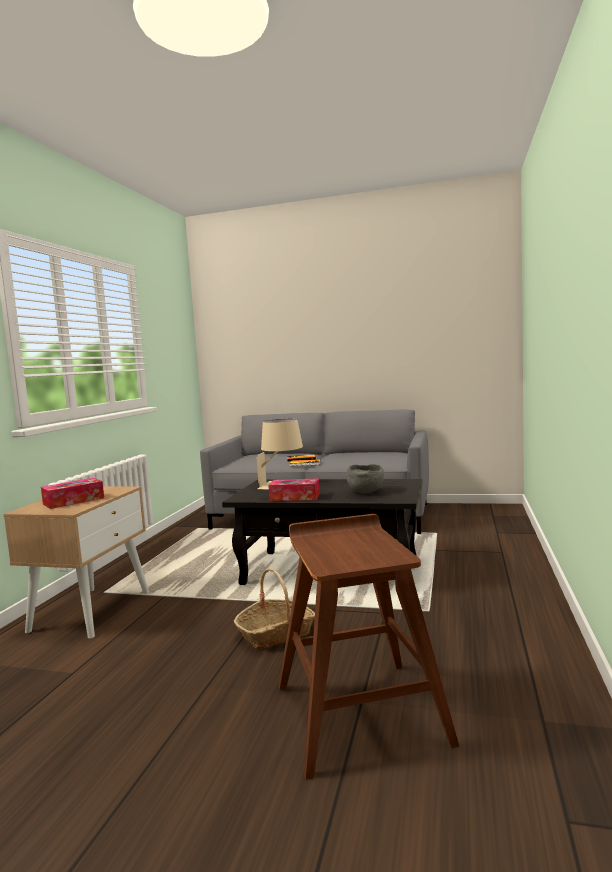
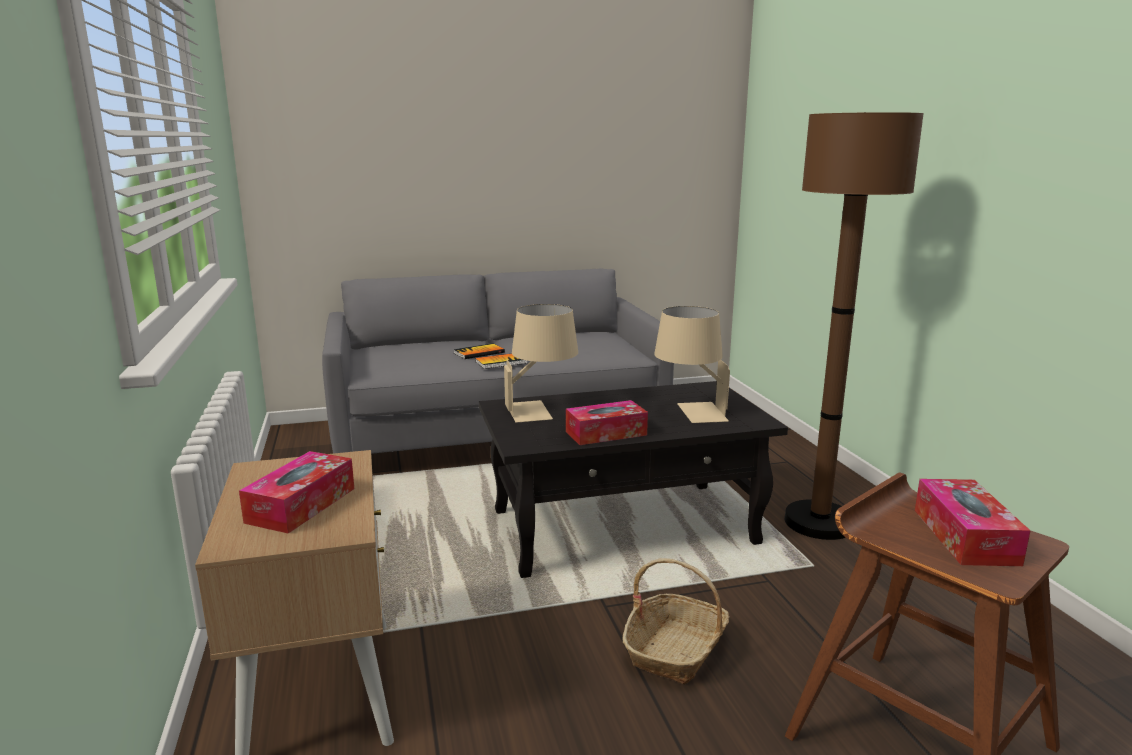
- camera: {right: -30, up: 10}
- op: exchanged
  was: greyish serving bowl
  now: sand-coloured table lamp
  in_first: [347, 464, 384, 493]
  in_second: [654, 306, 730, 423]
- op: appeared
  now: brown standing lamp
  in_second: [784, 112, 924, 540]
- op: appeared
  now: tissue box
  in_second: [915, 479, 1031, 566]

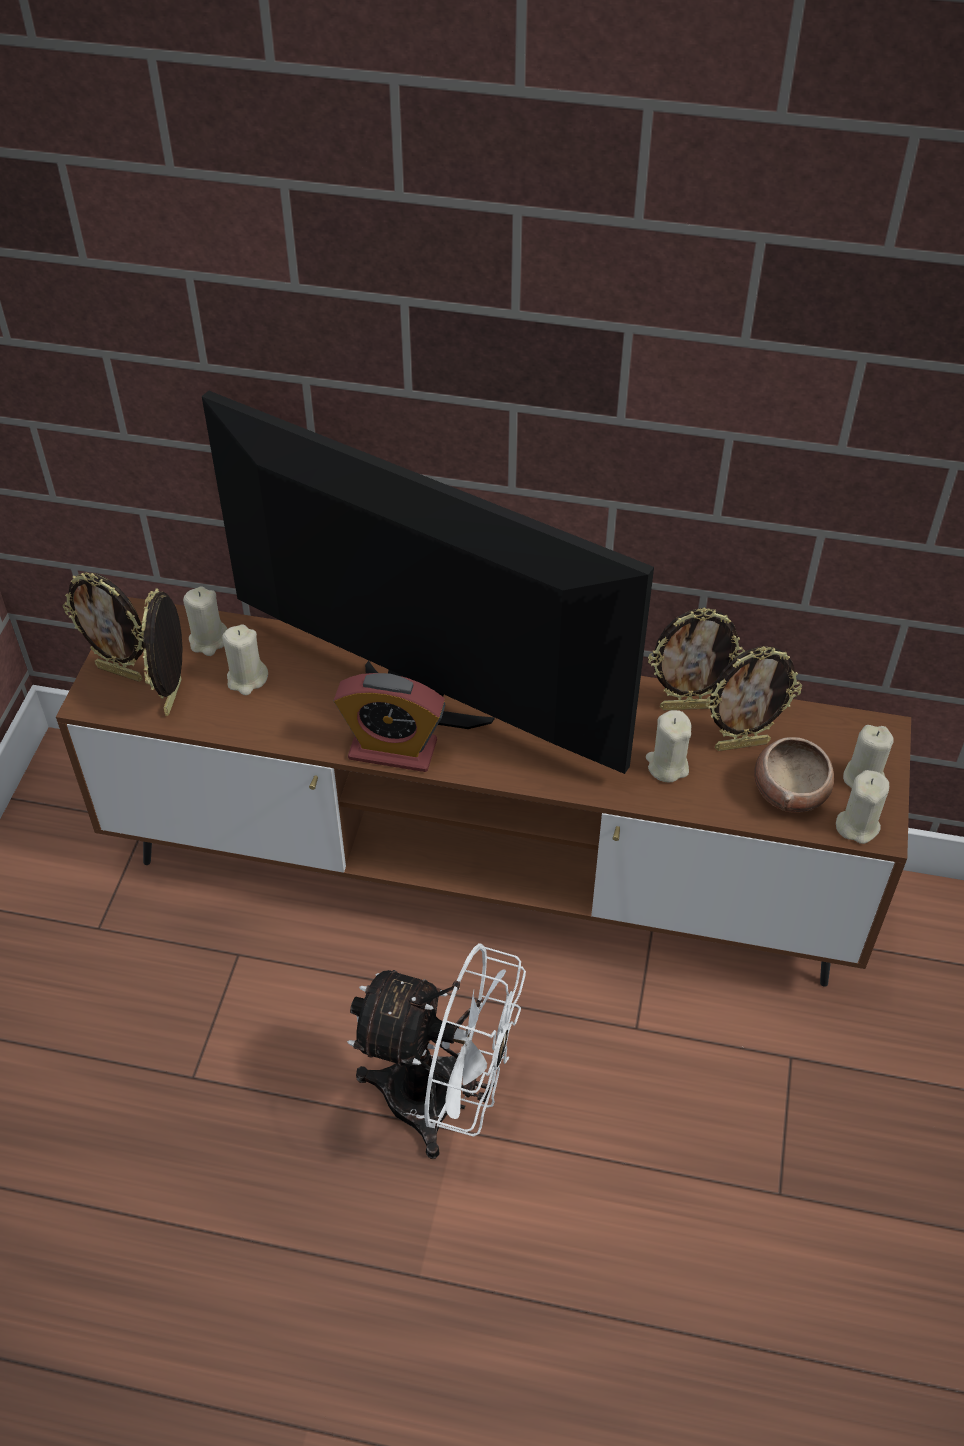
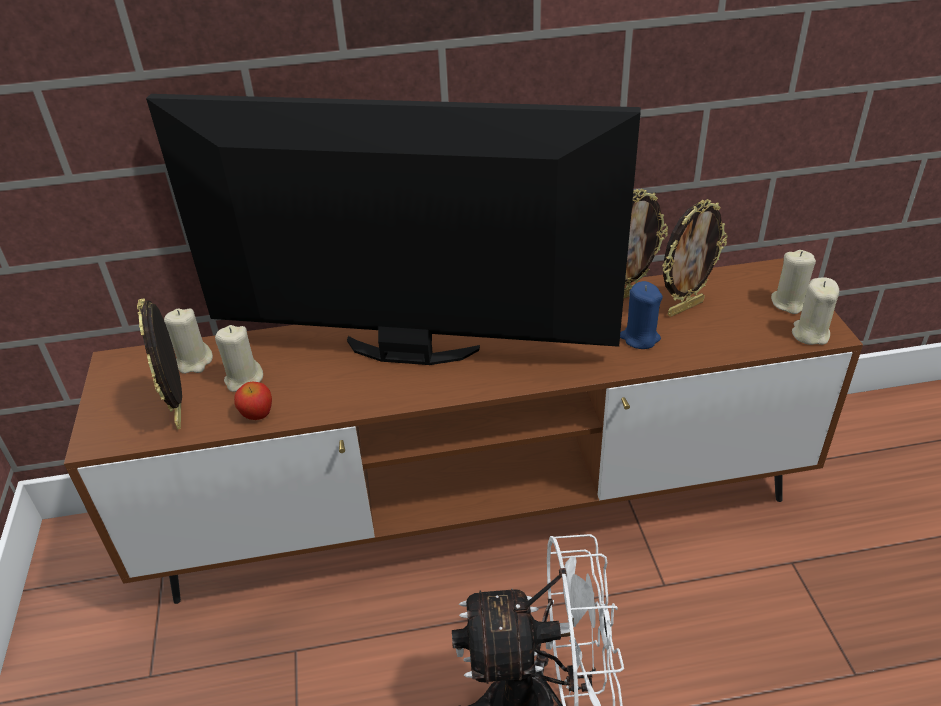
- camera: {right: -20, up: -10}
- op: missing
  was: photo frame
  in_first: [63, 572, 144, 682]
- op: missing
  was: alarm clock
  in_first: [334, 673, 445, 772]
- op: colour
  was: sand-coloured wax light
  now: blue wax light
  in_first: [646, 710, 691, 782]
  in_second: [620, 281, 663, 349]
- op: missing
  was: serving bowl
  in_first: [754, 737, 834, 813]
- op: appeared
  now: apple fruit
  in_second: [234, 382, 272, 420]

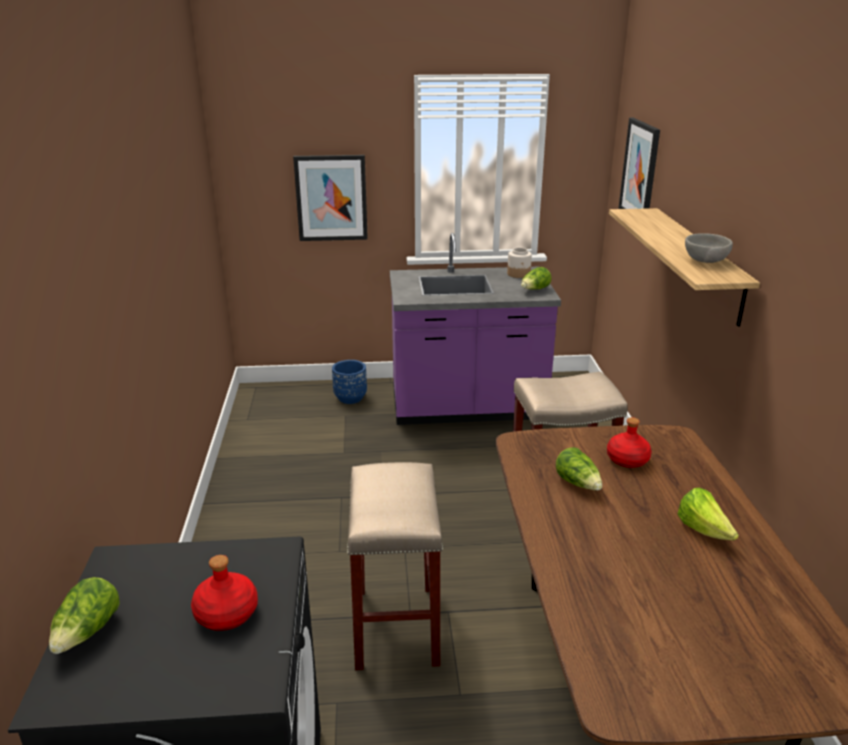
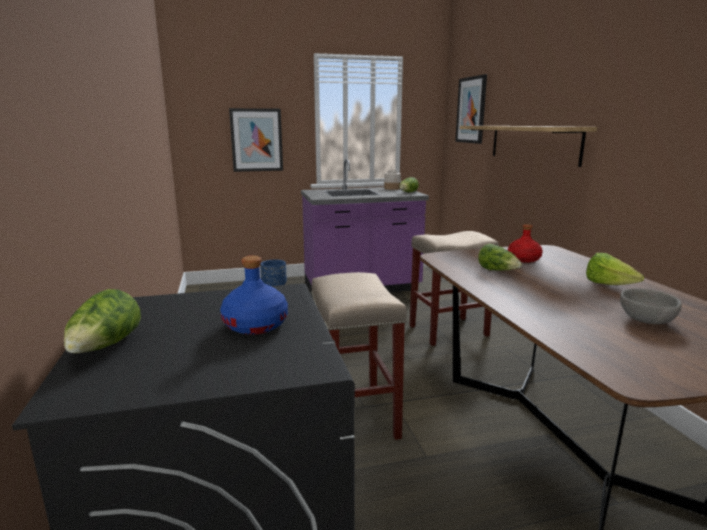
- camera: {right: -10, up: -10}
- op: relocated
  was: greyish serving bowl
  in_first: [685, 233, 733, 263]
  in_second: [620, 288, 682, 324]
- op: colour
  was: red-coloured drink bottle
  now: blue drink bottle
  in_first: [191, 555, 258, 631]
  in_second: [220, 256, 288, 335]

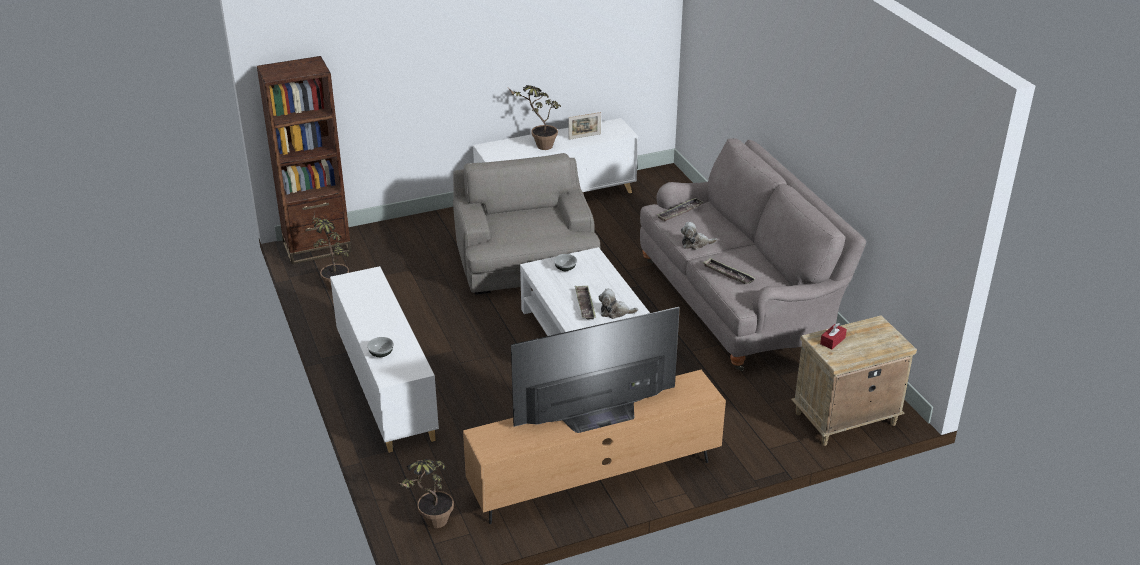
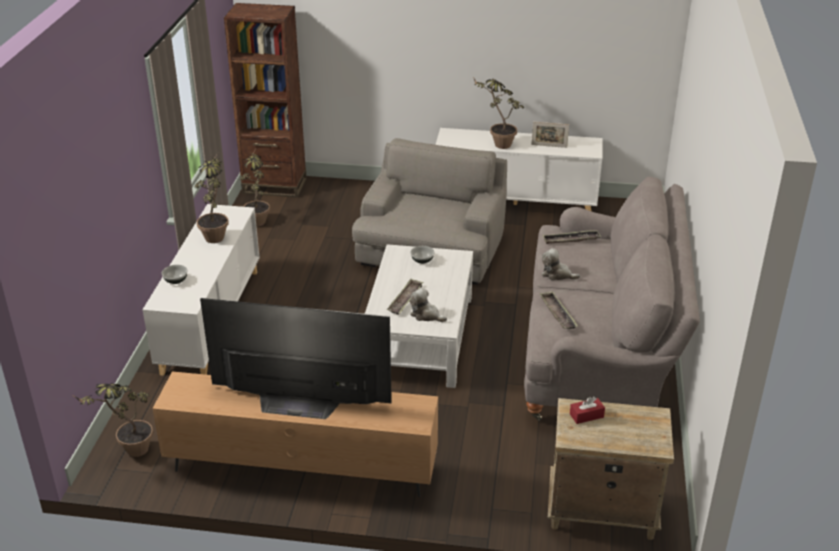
- camera: {right: 30, up: 0}
- op: appeared
  now: houseplant
  in_second: [195, 153, 229, 243]

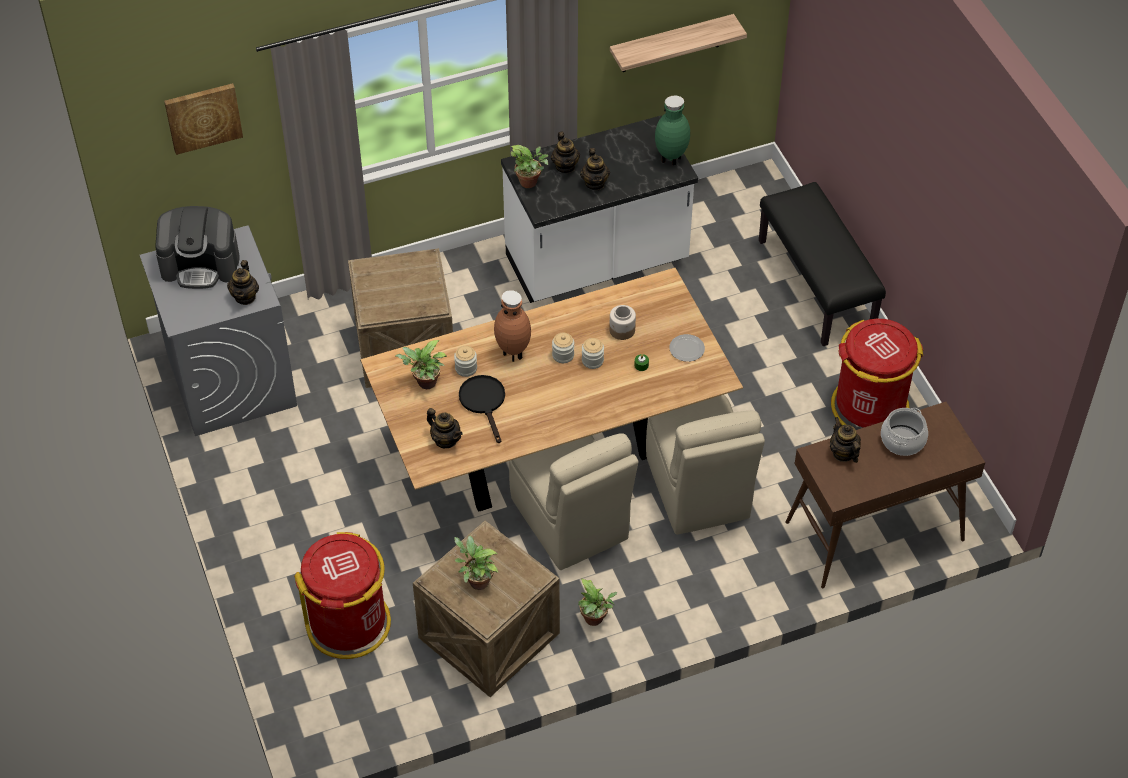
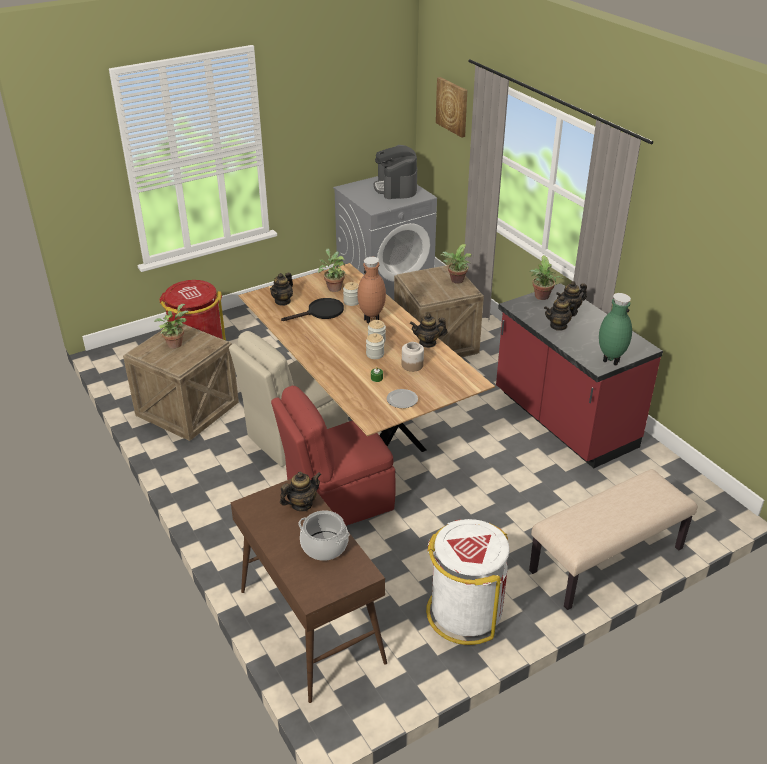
- camera: {right: 80, up: -15}
- op: missing
  was: shelf
  in_first: [610, 14, 747, 72]
- op: colour
  was: white counter
  now: red-coloured counter
  in_first: [501, 116, 698, 303]
  in_second: [496, 283, 663, 468]
- op: colour
  was: blackish bench
  now: sand-coloured bench
  in_first: [759, 182, 886, 346]
  in_second: [529, 469, 697, 610]
- op: relocated
  was: tea pot
  in_first: [227, 260, 259, 305]
  in_second: [410, 313, 447, 348]
- op: colour
  was: red-coloured trash can
  now: white trash can
  in_first: [831, 319, 923, 428]
  in_second: [426, 519, 510, 645]
- op: colour
  was: sand-coloured plain chair
  now: red-coloured plain chair
  in_first: [646, 395, 765, 535]
  in_second: [271, 385, 396, 526]
- op: relocated
  was: houseplant
  in_first: [578, 579, 617, 626]
  in_second: [440, 244, 472, 284]

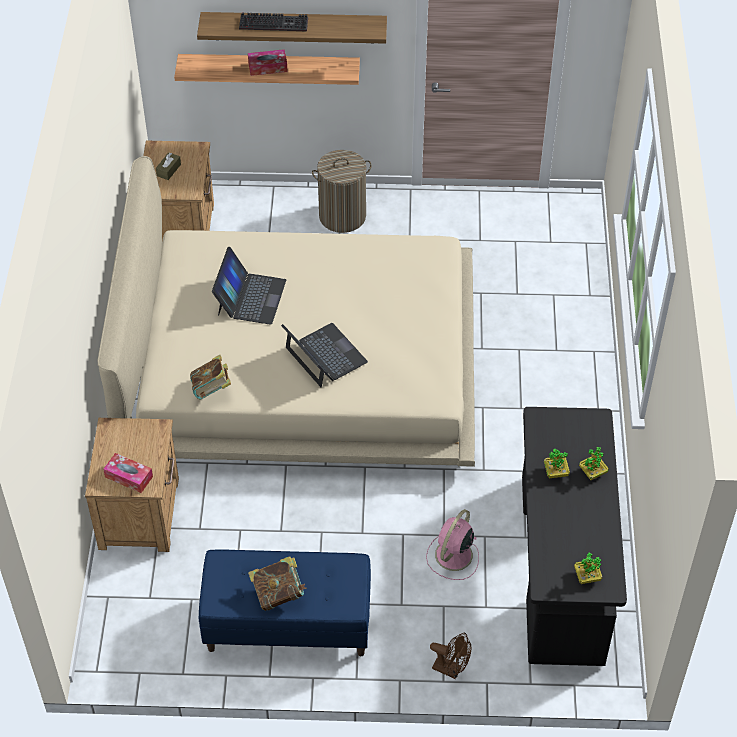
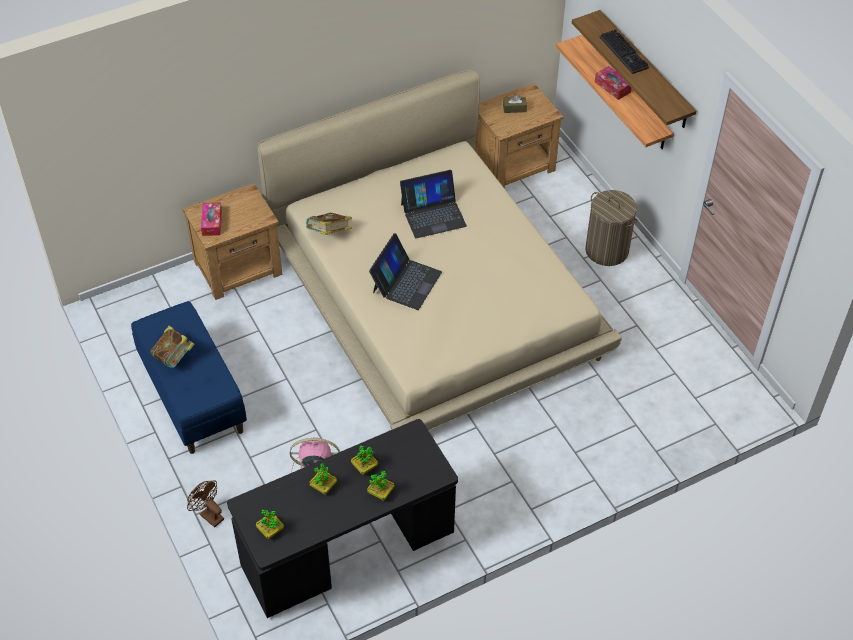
- camera: {right: 60, up: 0}
- op: spun
  was: brown electric fan
  in_first: [430, 633, 471, 679]
  in_second: [187, 480, 224, 528]
  clockwise: 135
- op: appeared
  now: houseplant
  in_second: [309, 463, 337, 494]

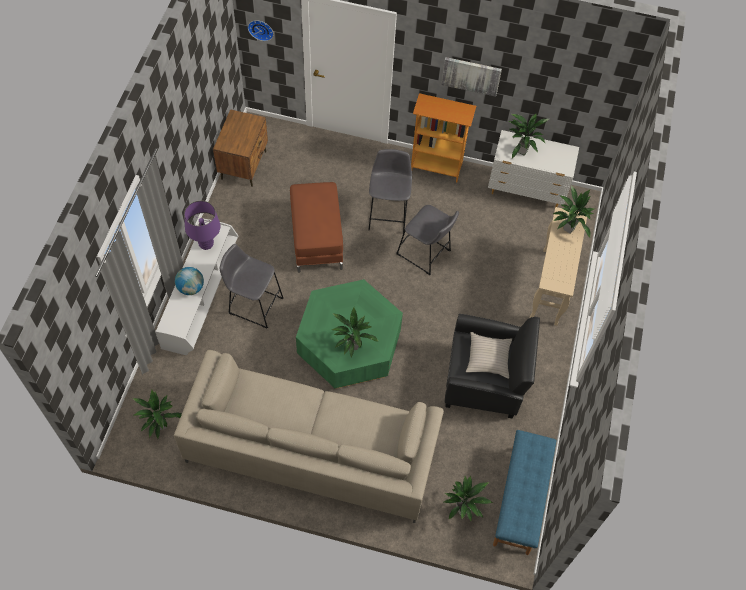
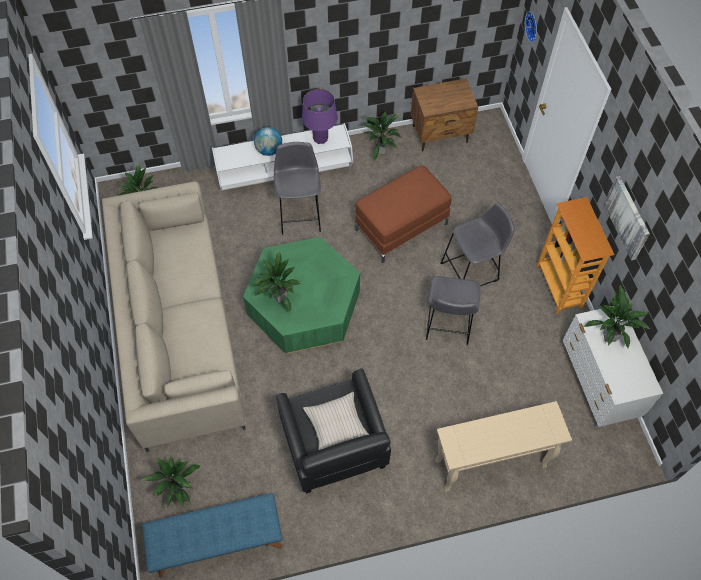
- camera: {right: 65, up: 0}
- op: relocated
  was: houseplant
  in_first: [553, 185, 595, 237]
  in_second: [361, 111, 401, 161]

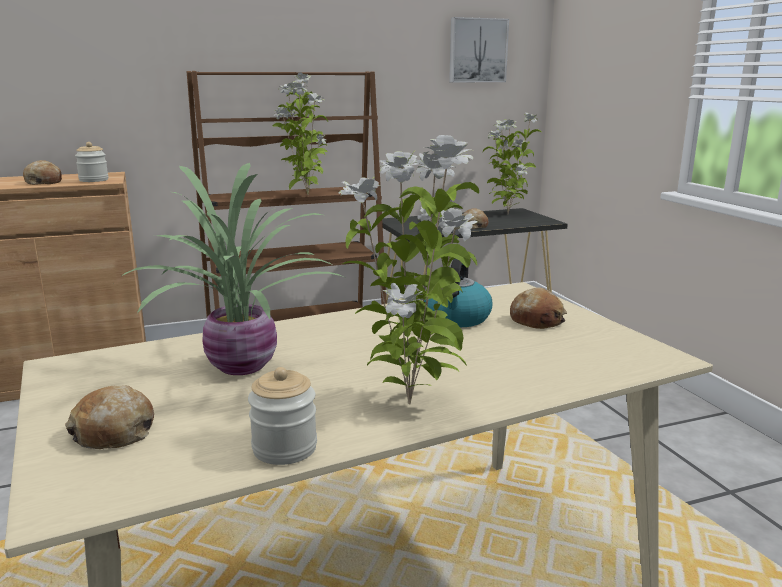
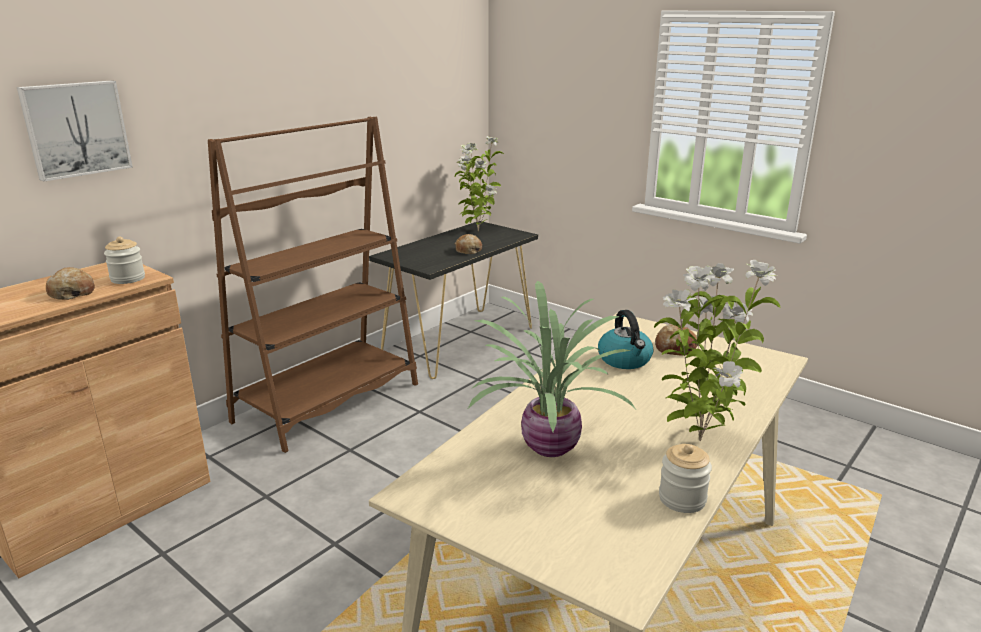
- camera: {right: -30, up: 5}
- op: relocated
  was: wall art
  in_first: [449, 17, 509, 82]
  in_second: [17, 81, 133, 181]
- op: missing
  was: houseplant
  in_first: [273, 73, 328, 195]
- op: missing
  was: bread
  in_first: [65, 386, 154, 449]

